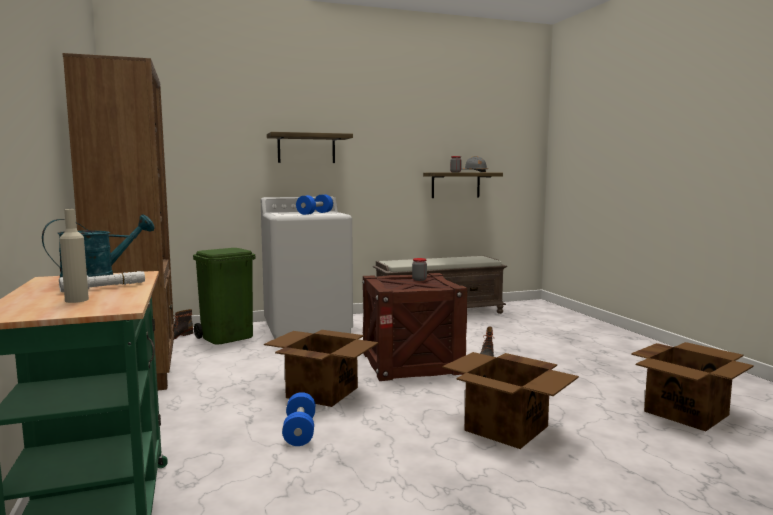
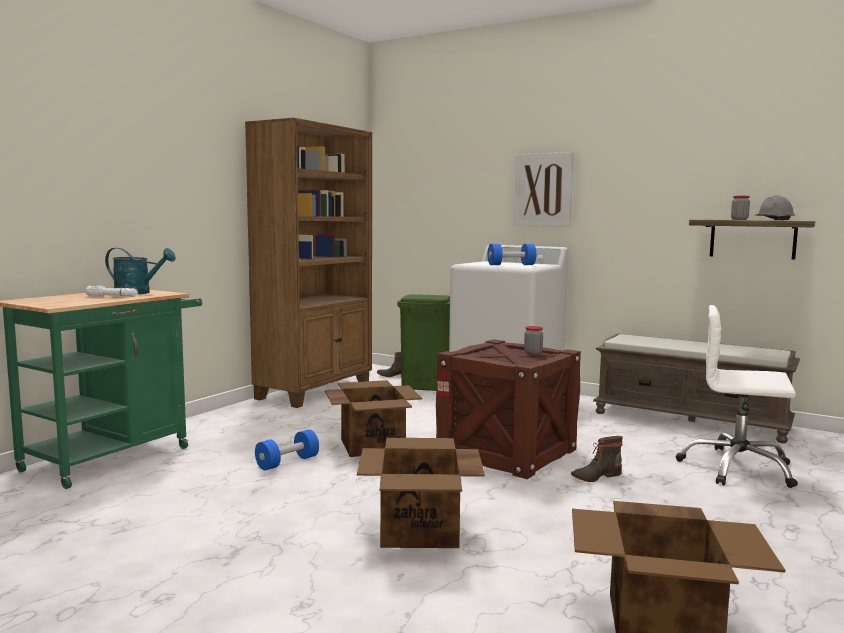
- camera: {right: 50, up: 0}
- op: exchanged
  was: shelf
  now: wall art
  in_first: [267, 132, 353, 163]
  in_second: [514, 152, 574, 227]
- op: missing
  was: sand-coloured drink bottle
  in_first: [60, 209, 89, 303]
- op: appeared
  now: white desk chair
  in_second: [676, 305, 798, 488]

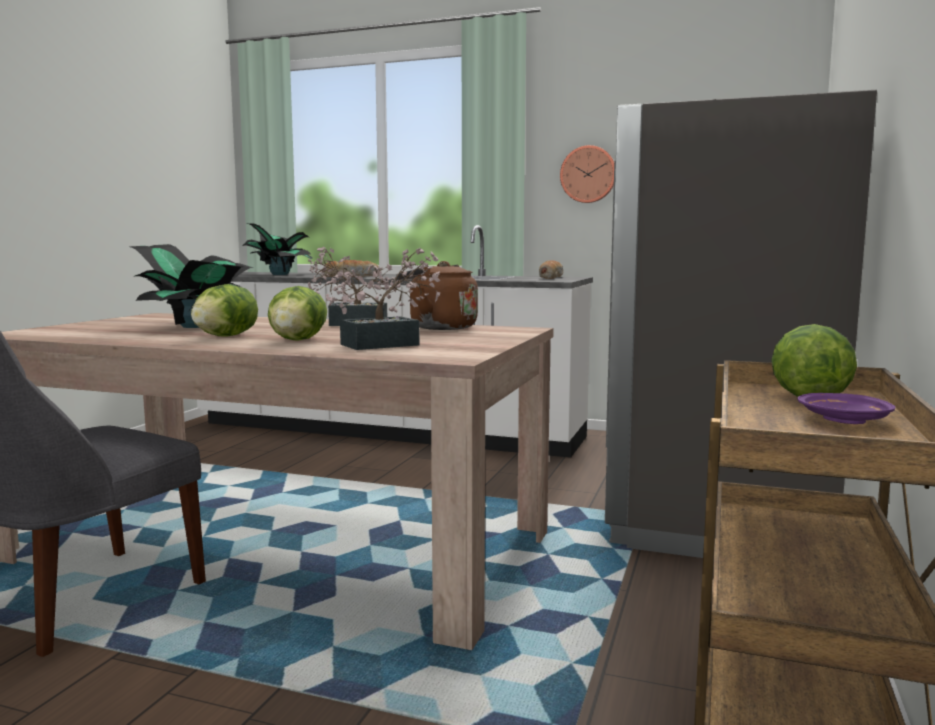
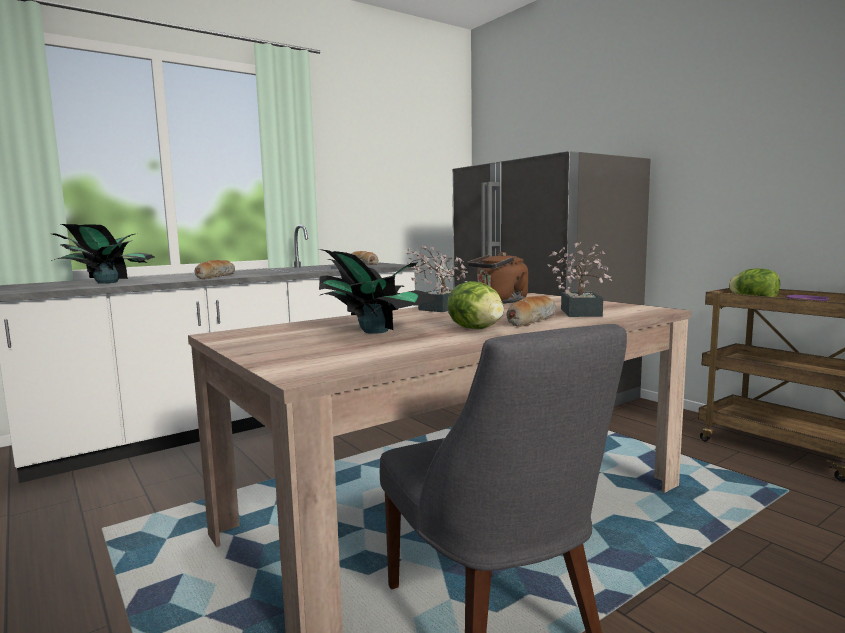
- camera: {right: -55, up: 0}
- op: missing
  was: clock on the wall
  in_first: [560, 145, 614, 203]
- op: exchanged
  was: head of lettuce
  now: bread
  in_first: [268, 286, 327, 340]
  in_second: [506, 296, 556, 327]

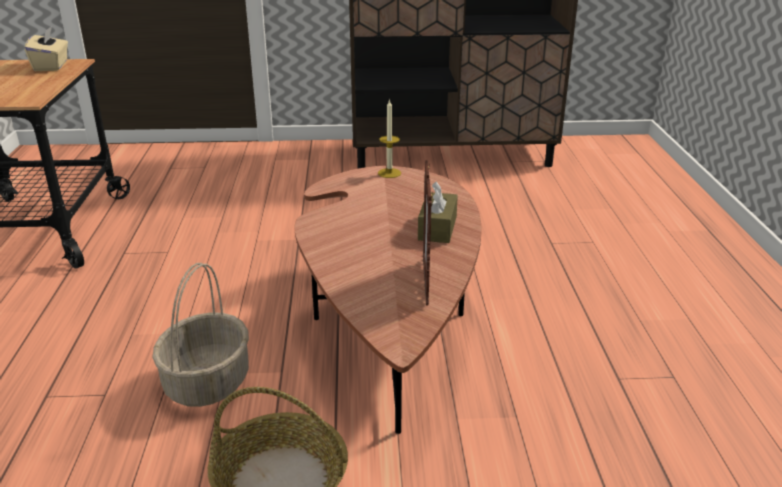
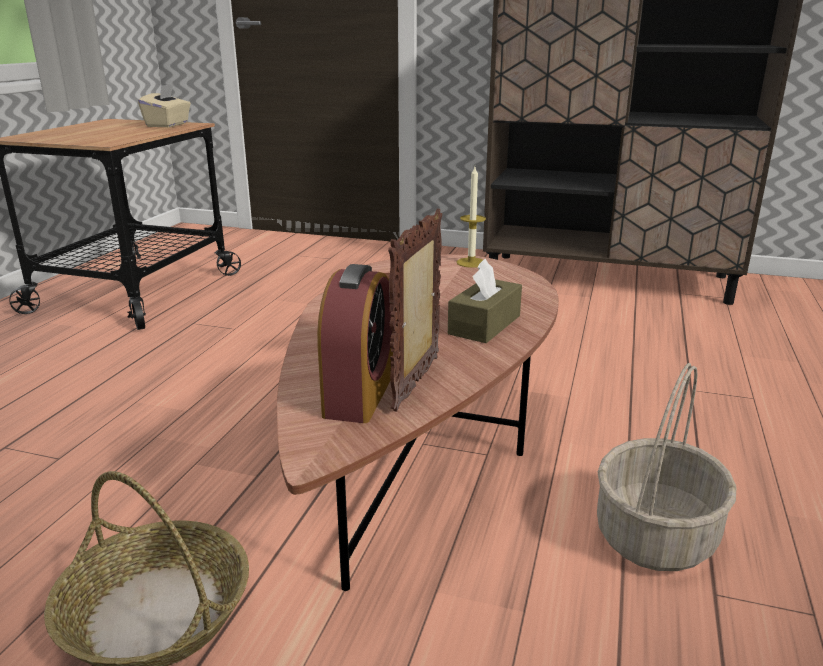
- camera: {right: 20, up: -5}
- op: relocated
  was: basket
  in_first: [152, 263, 249, 407]
  in_second: [597, 363, 736, 571]
- op: appeared
  now: alarm clock
  in_second: [317, 264, 393, 423]

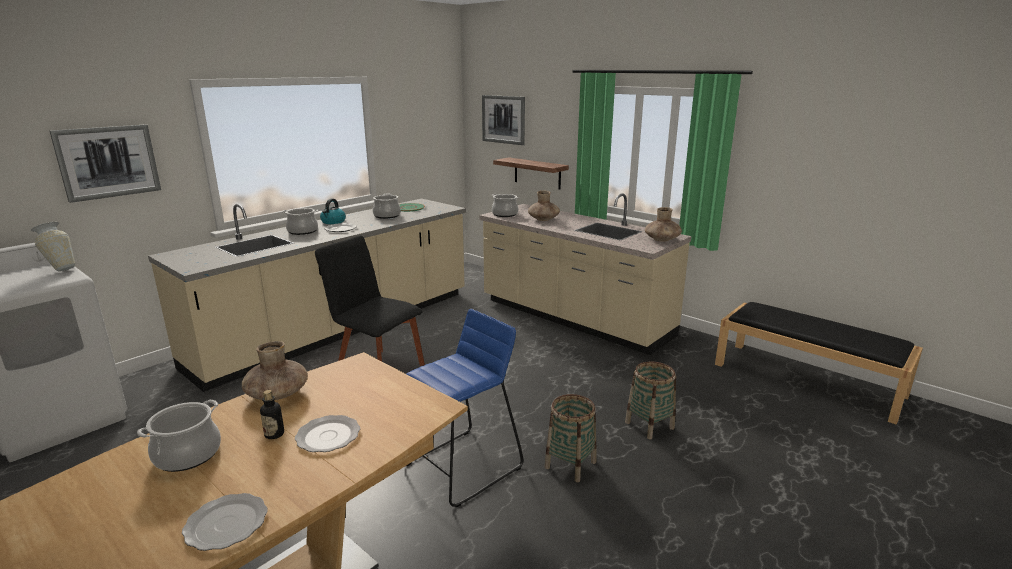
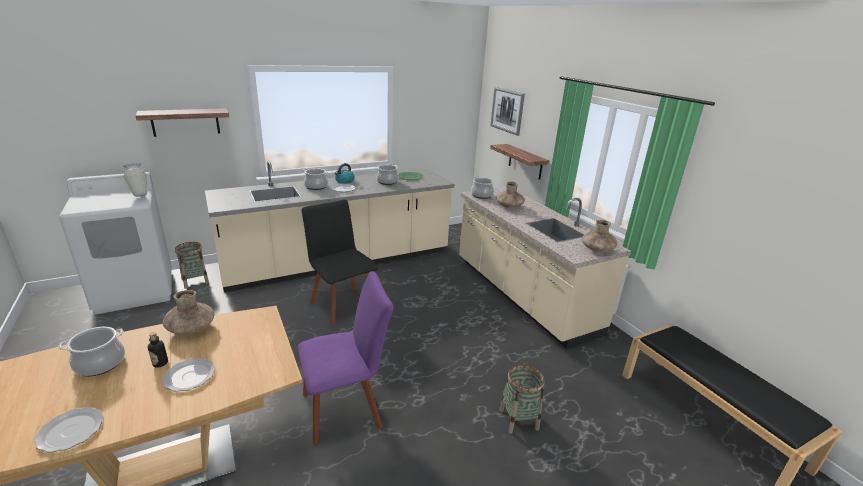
- camera: {right: 20, up: 5}
- op: exchanged
  was: wall art
  now: shelf
  in_first: [50, 124, 161, 203]
  in_second: [136, 108, 229, 137]
- op: exchanged
  was: blue sitting stool
  now: purple plain chair
  in_first: [406, 309, 523, 508]
  in_second: [298, 271, 394, 445]
- op: relocated
  was: basket
  in_first: [544, 394, 596, 482]
  in_second: [175, 242, 209, 289]

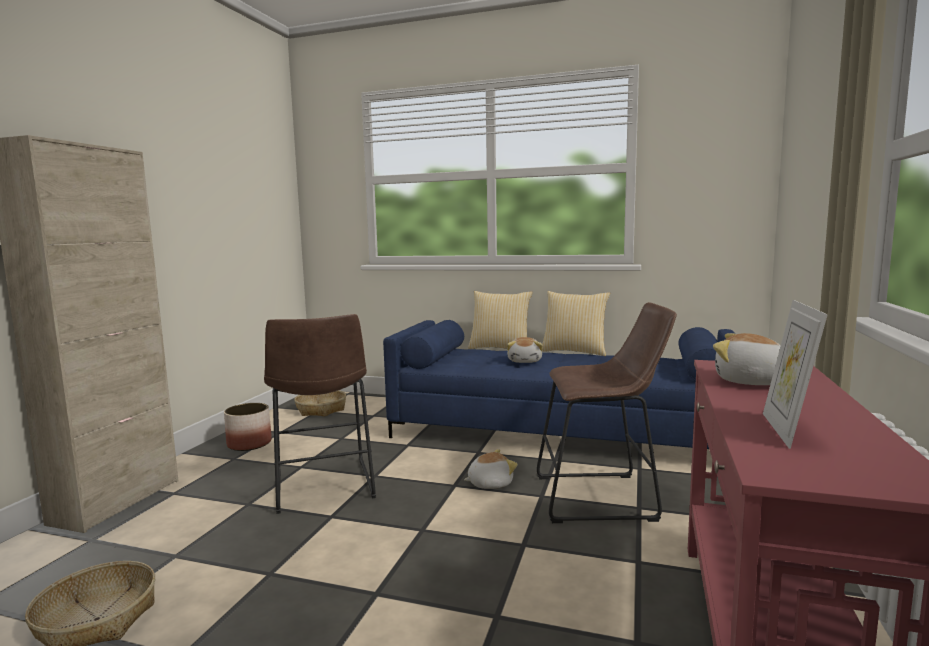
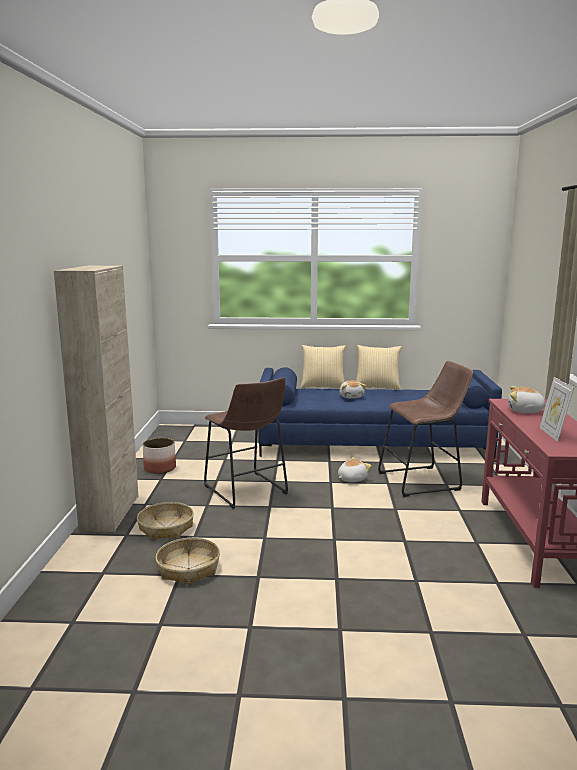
- camera: {right: -15, up: 5}
- op: relocated
  was: basket
  in_first: [294, 390, 346, 416]
  in_second: [137, 502, 194, 540]

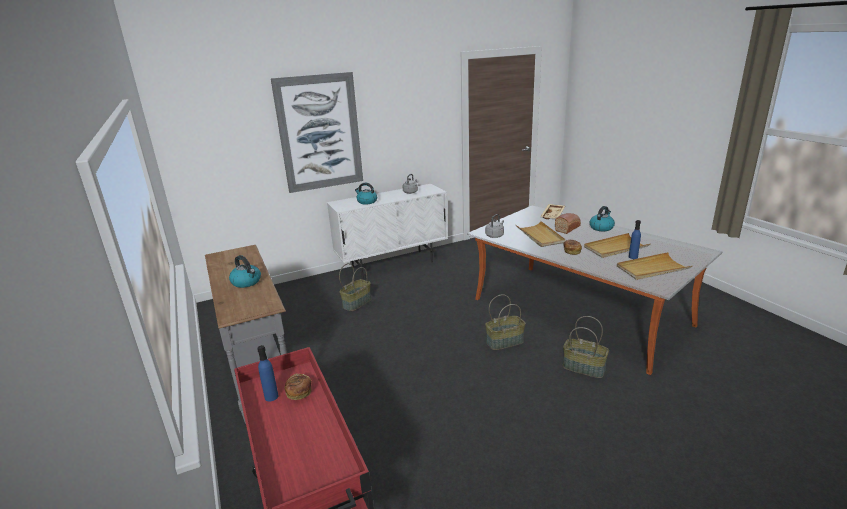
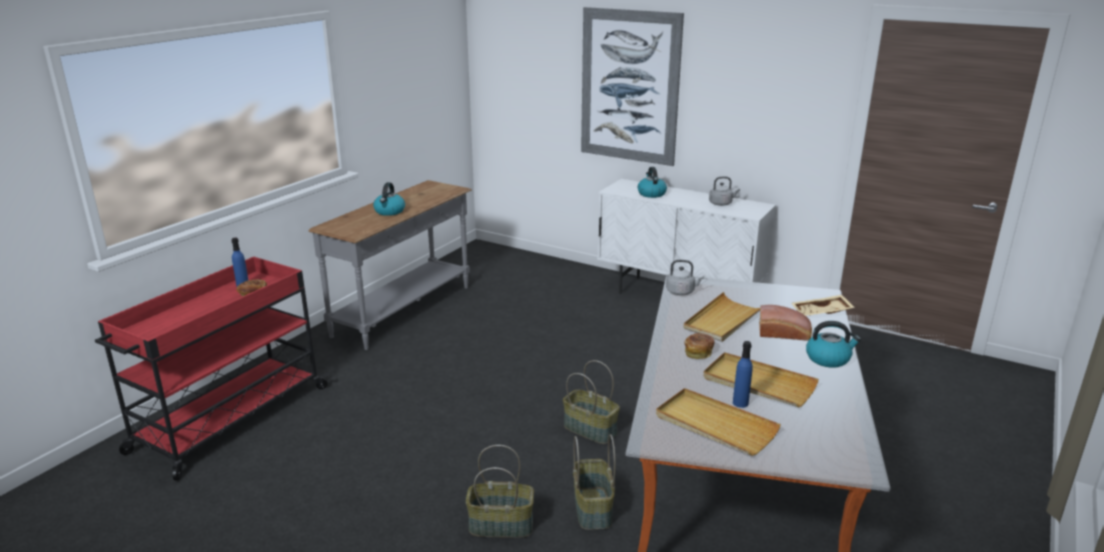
- camera: {right: 55, up: 0}
- op: relocated
  was: basket
  in_first: [339, 263, 372, 311]
  in_second: [466, 445, 534, 538]

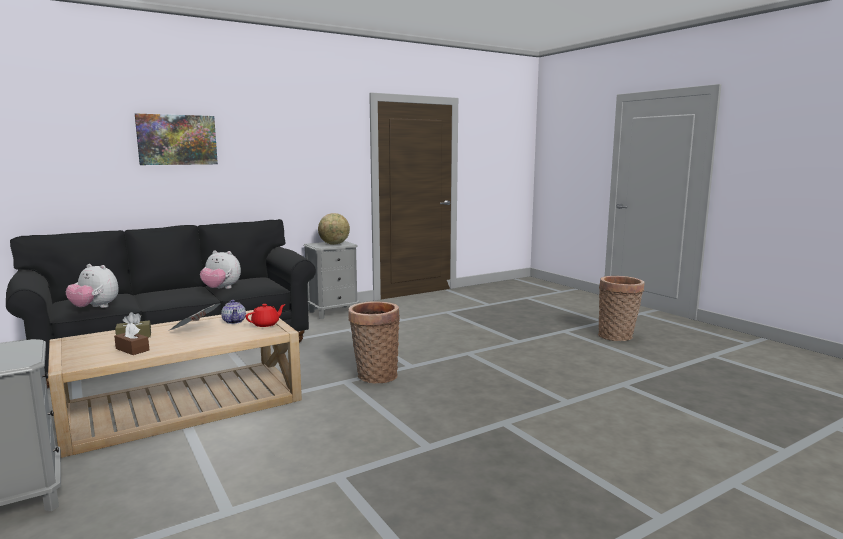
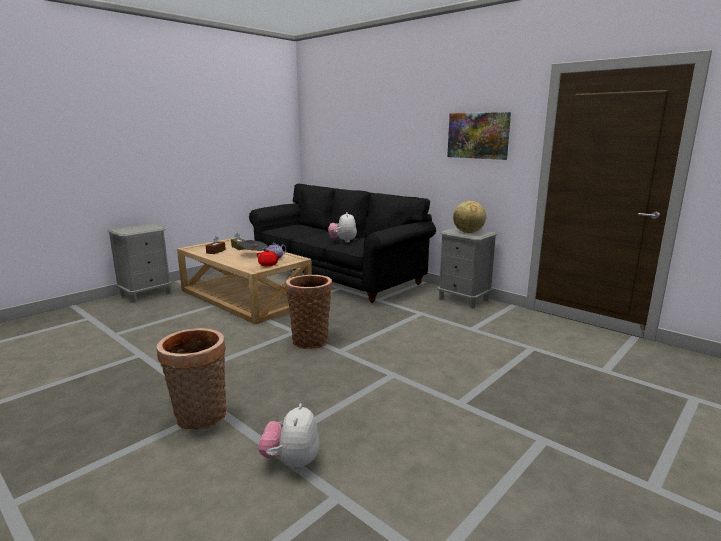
- camera: {right: 75, up: 5}
- op: relocated
  was: wall art
  in_first: [135, 114, 218, 165]
  in_second: [447, 112, 511, 160]
- op: relocated
  was: soft toy
  in_first: [66, 264, 119, 308]
  in_second: [258, 404, 319, 470]
- op: relocated
  was: basket
  in_first: [598, 276, 645, 341]
  in_second: [157, 328, 227, 430]

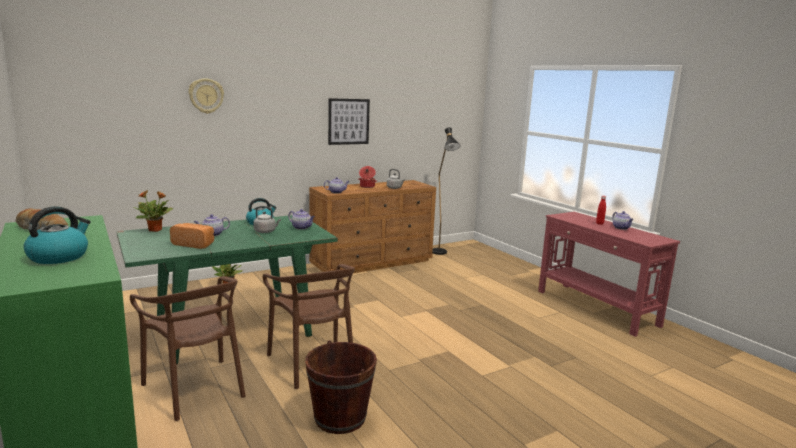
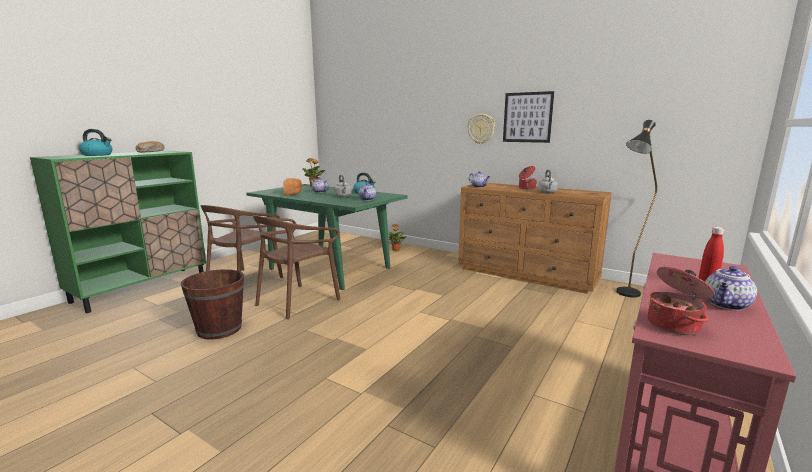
- camera: {right: 65, up: 0}
- op: relocated
  was: clock on the wall
  in_first: [188, 78, 224, 114]
  in_second: [468, 114, 495, 144]
- op: appeared
  now: cooking pot
  in_second: [648, 267, 715, 335]

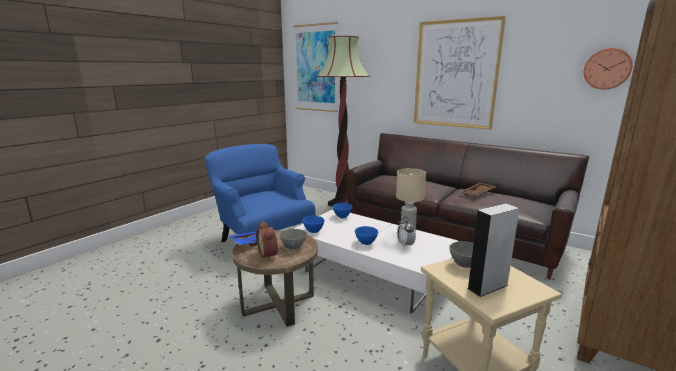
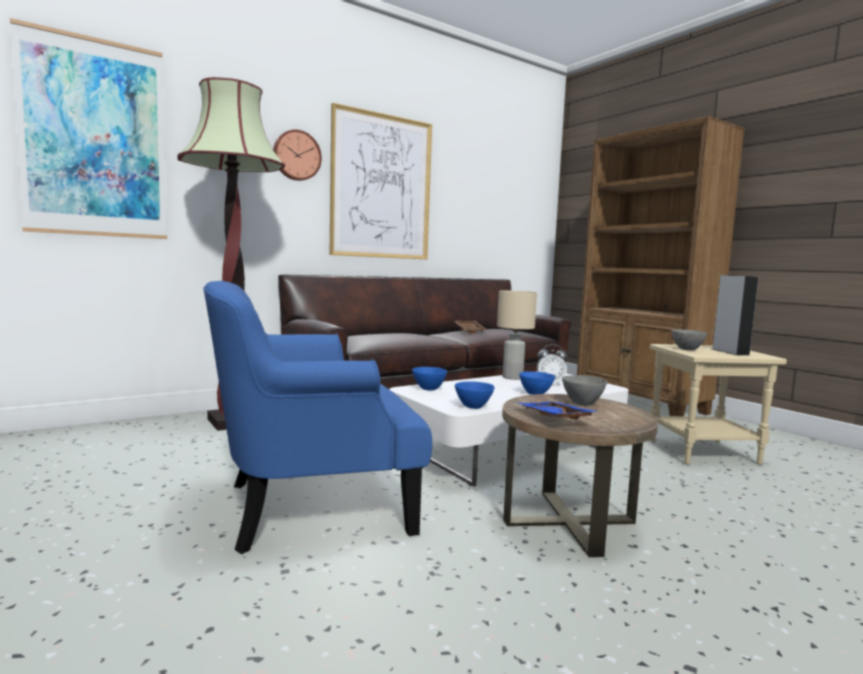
- camera: {right: -70, up: -10}
- op: relocated
  was: clock on the wall
  in_first: [584, 48, 633, 90]
  in_second: [273, 129, 322, 181]
- op: missing
  was: alarm clock
  in_first: [256, 222, 278, 261]

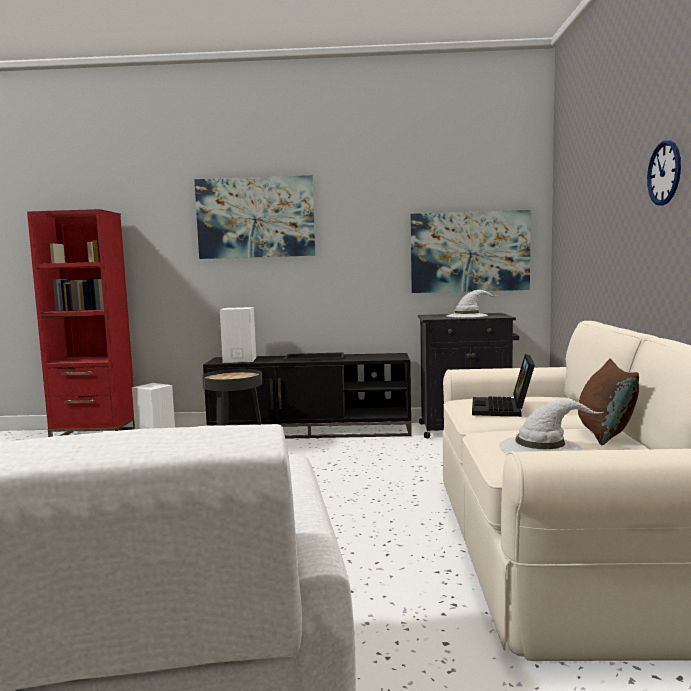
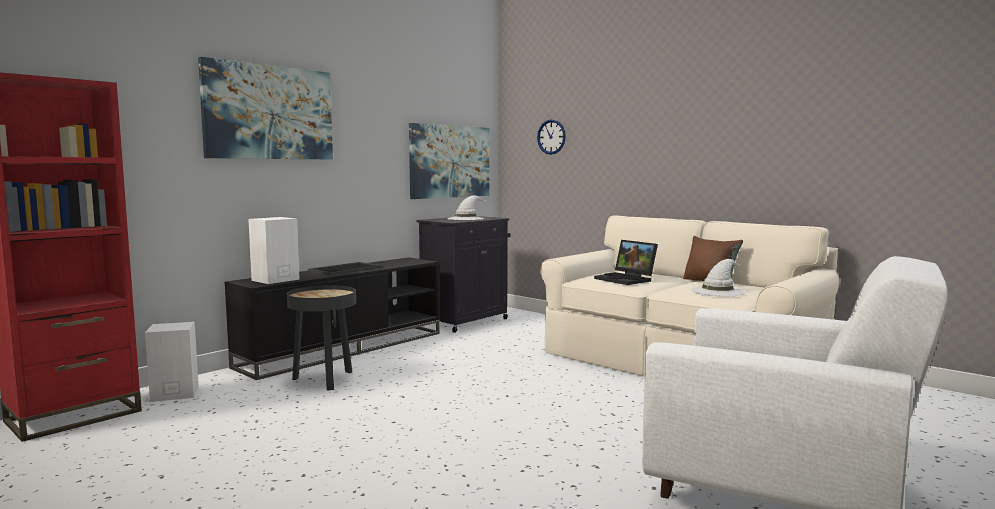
- camera: {right: -50, up: 0}
- op: relocated
  was: clock on the wall
  in_first: [647, 140, 681, 206]
  in_second: [537, 119, 566, 155]

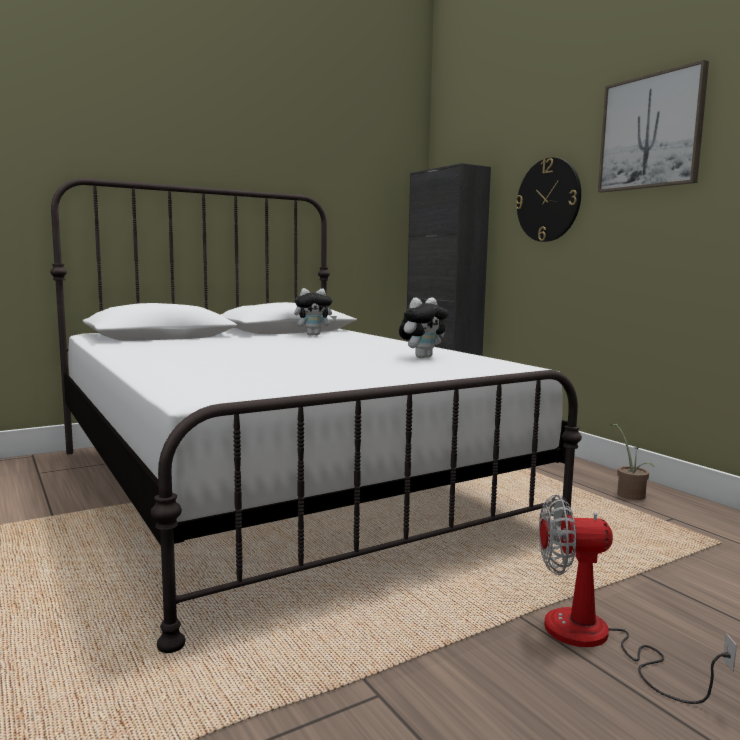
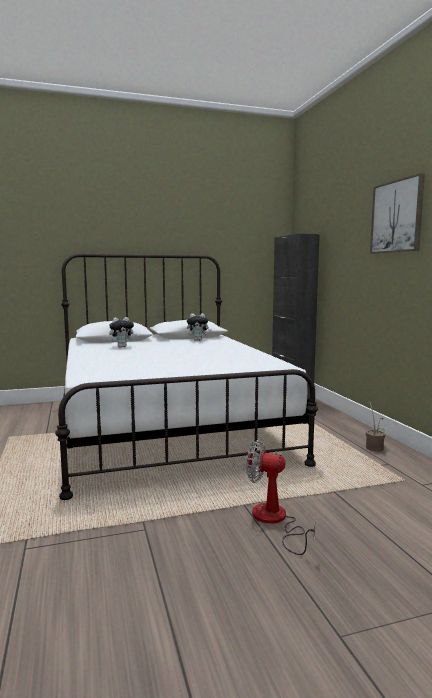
- camera: {right: 15, up: 0}
- op: missing
  was: clock on the wall
  in_first: [515, 158, 581, 242]
- op: relocated
  was: soft toy
  in_first: [399, 297, 449, 358]
  in_second: [109, 317, 137, 347]

